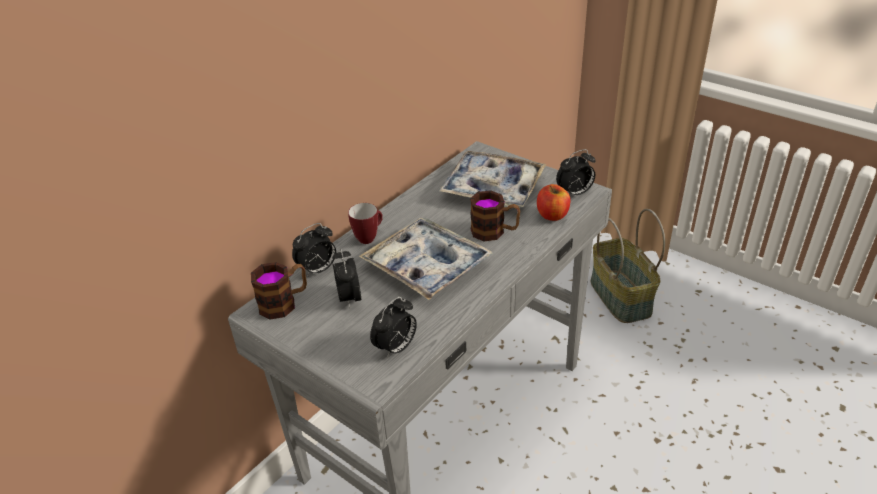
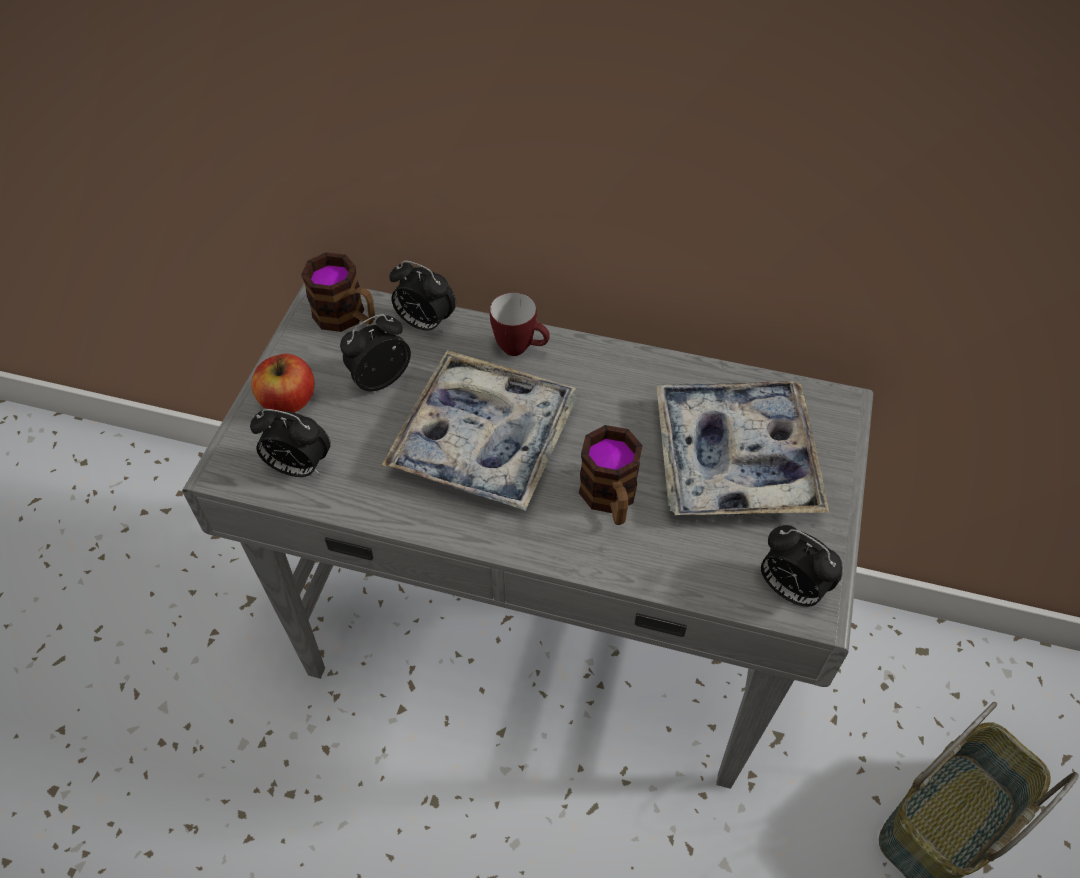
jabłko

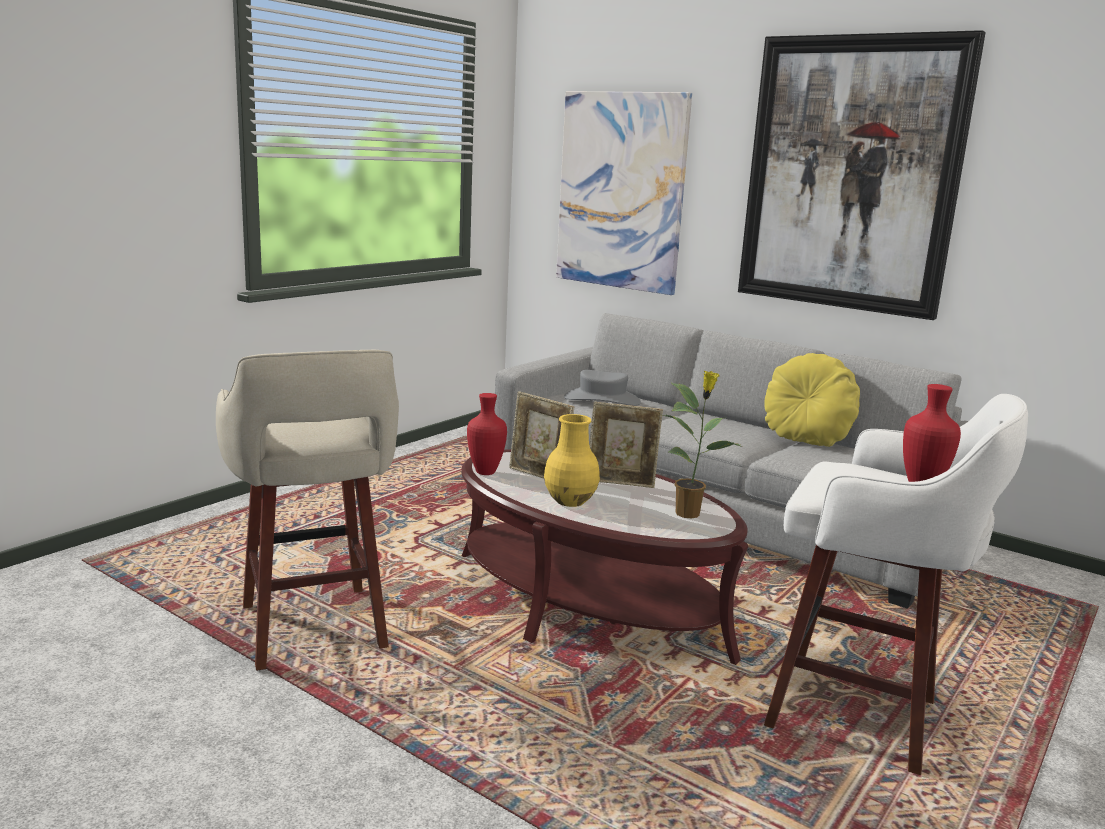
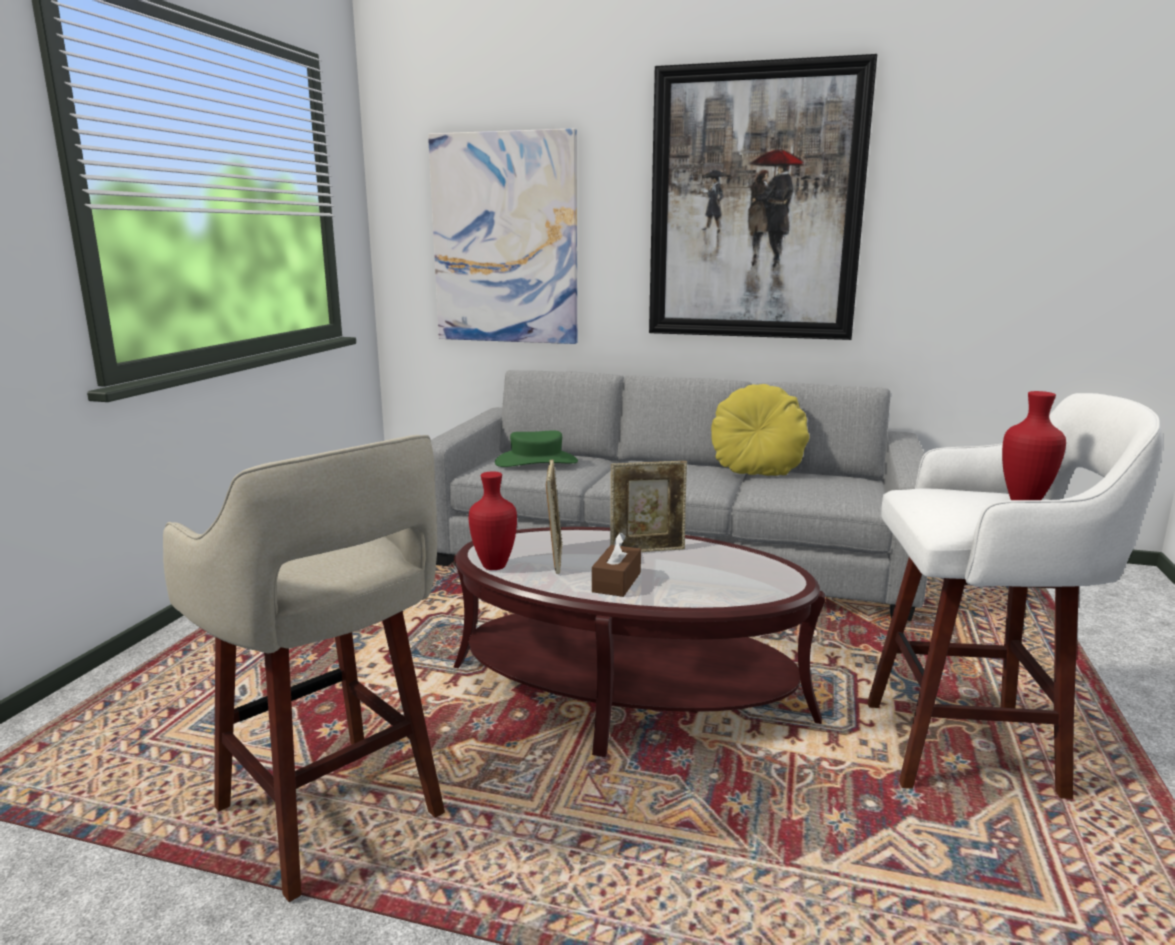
kapelusz (zielony); roślina doniczkowa; ramka na zdjęcie (no. 1 from left); pudełko chusteczek (brązowy)

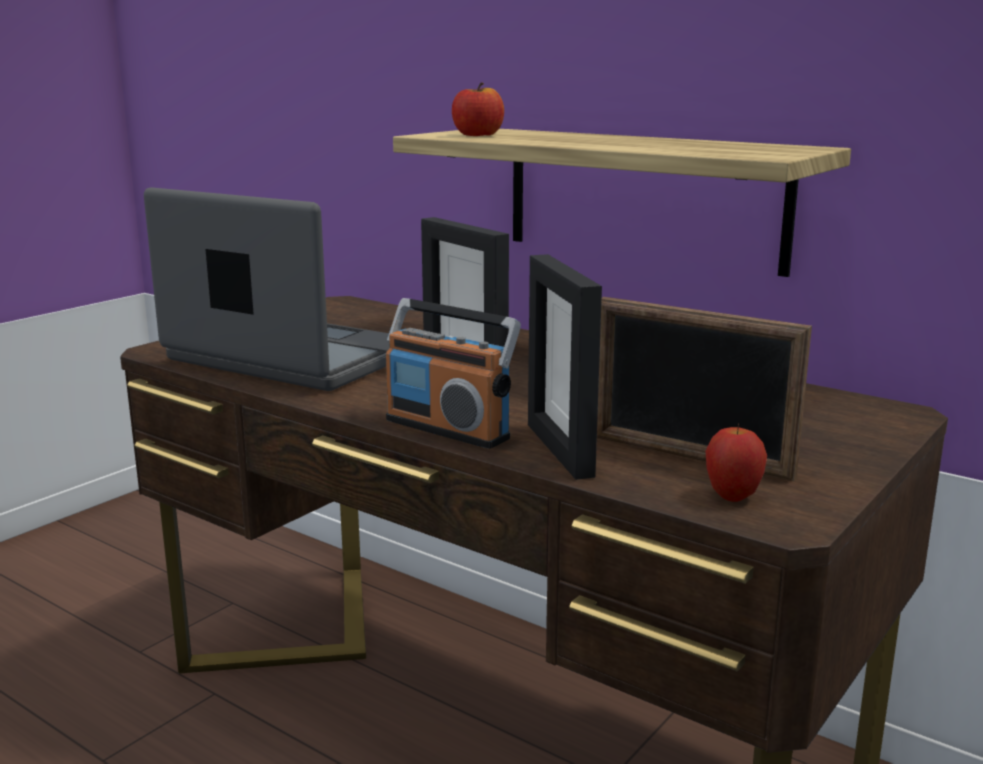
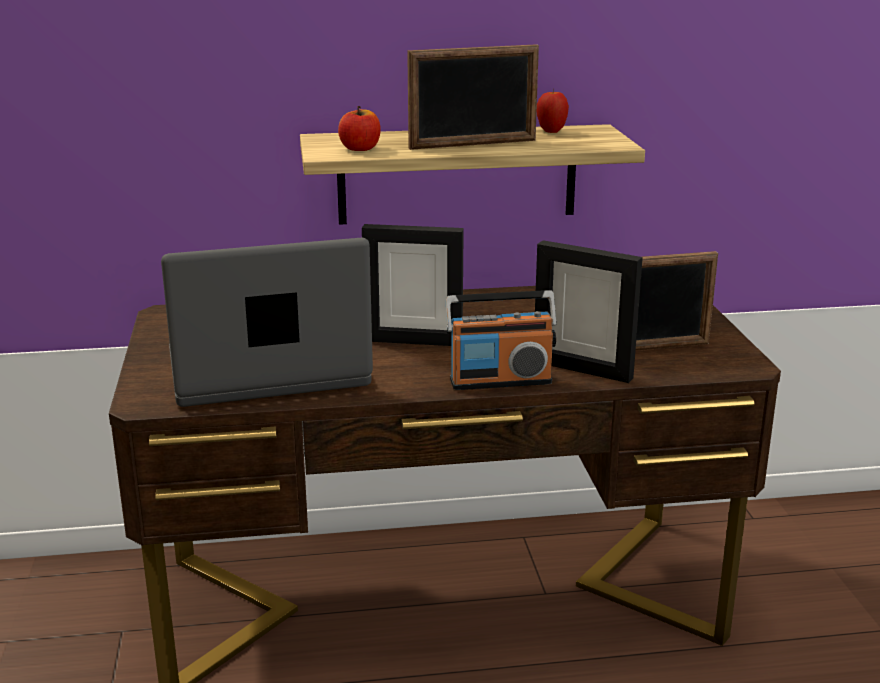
jabłko (no. 2 from left); ramka na zdjęcie (no. 2 from left)

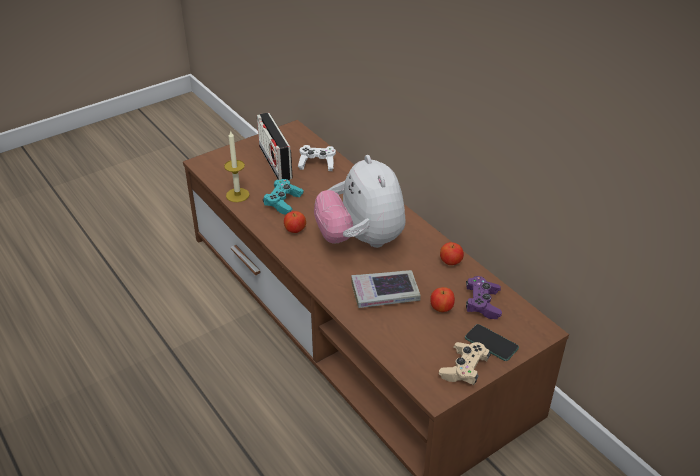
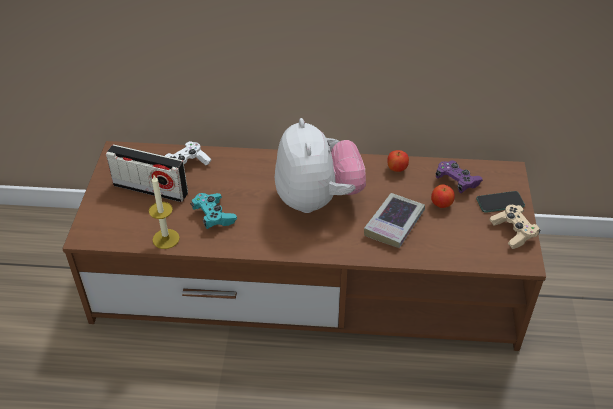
pluszak; jabłko (no. 1 from left in the first image)

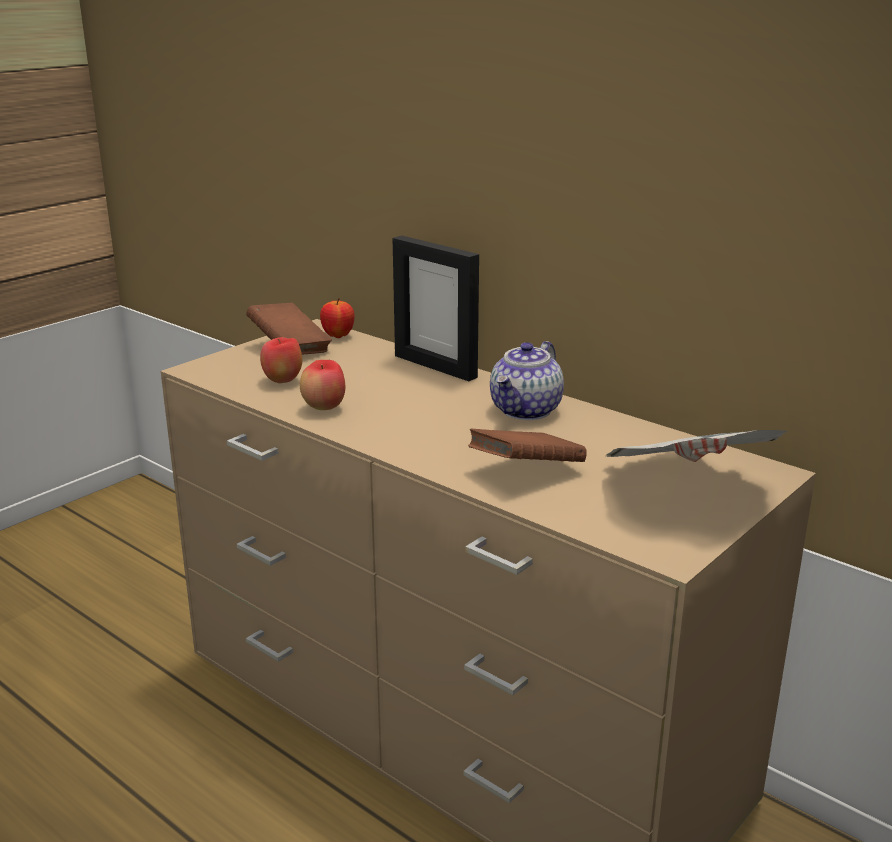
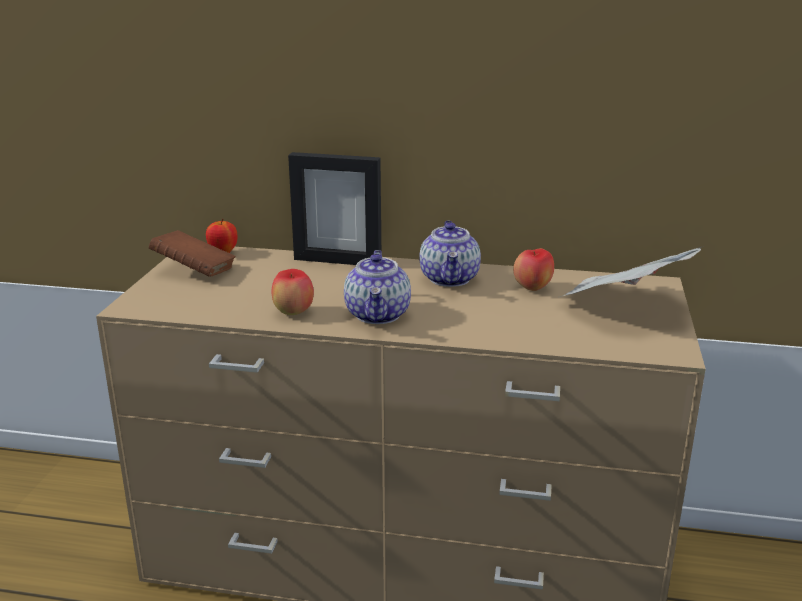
jabłko (no. 3 from left); książka (brązowy) (no. 2 from left in the first image); imbryk (no. 1 from left)

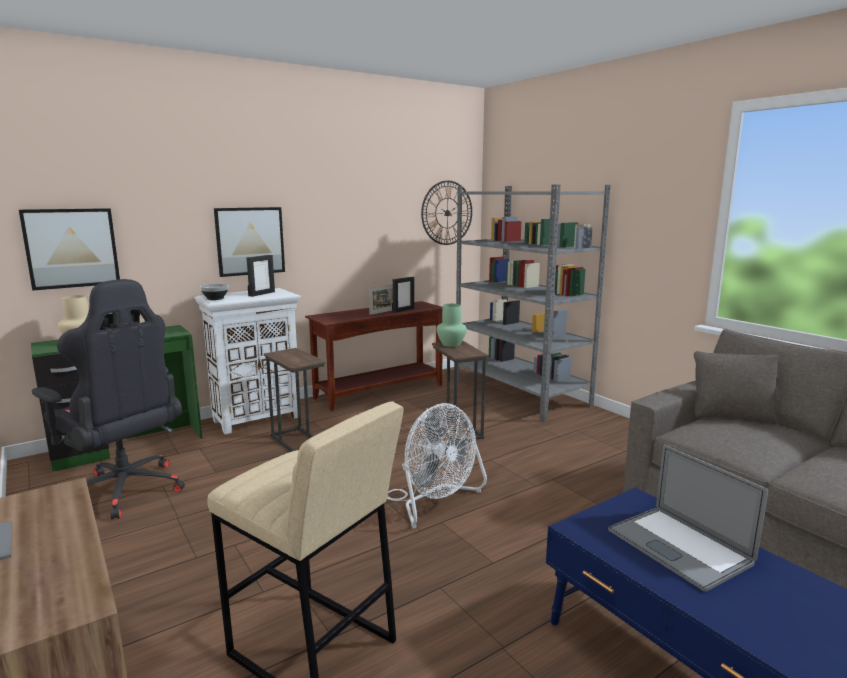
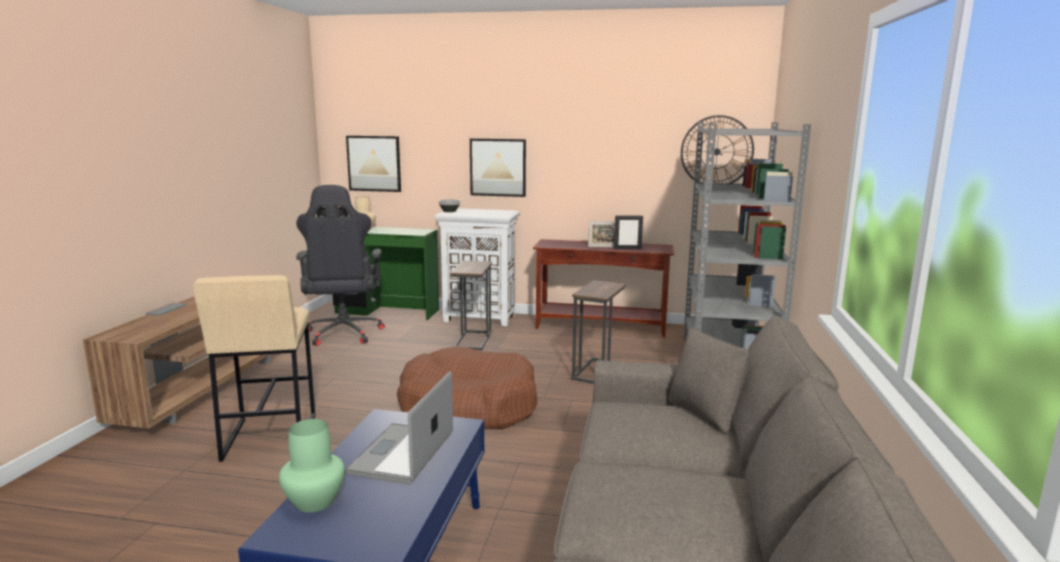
ramka na zdjęcie (no. 1 from left in the first image); wazon (zielony); legowisko (brązowy)

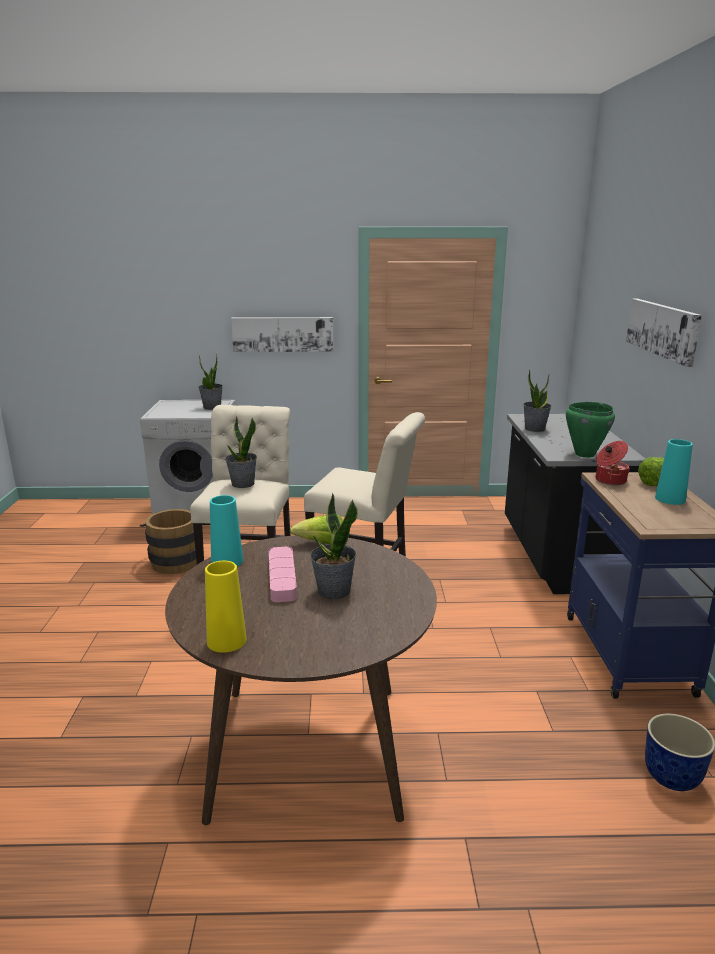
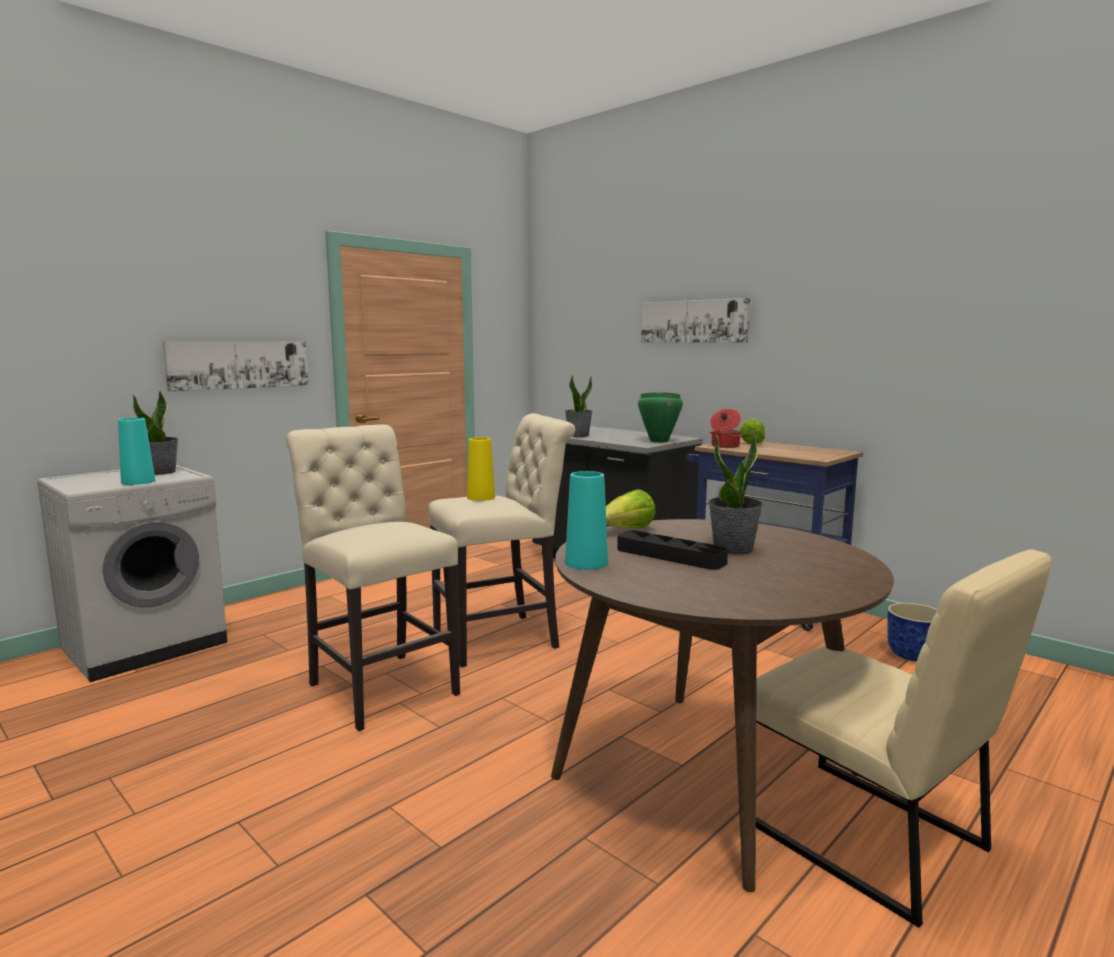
roślina doniczkowa (no. 2 from left in the first image); wazon (turkusowy) (no. 1 from left); wiadro (brązowy); taca (czarny); wazon (żółty); krzesło (beżowy)

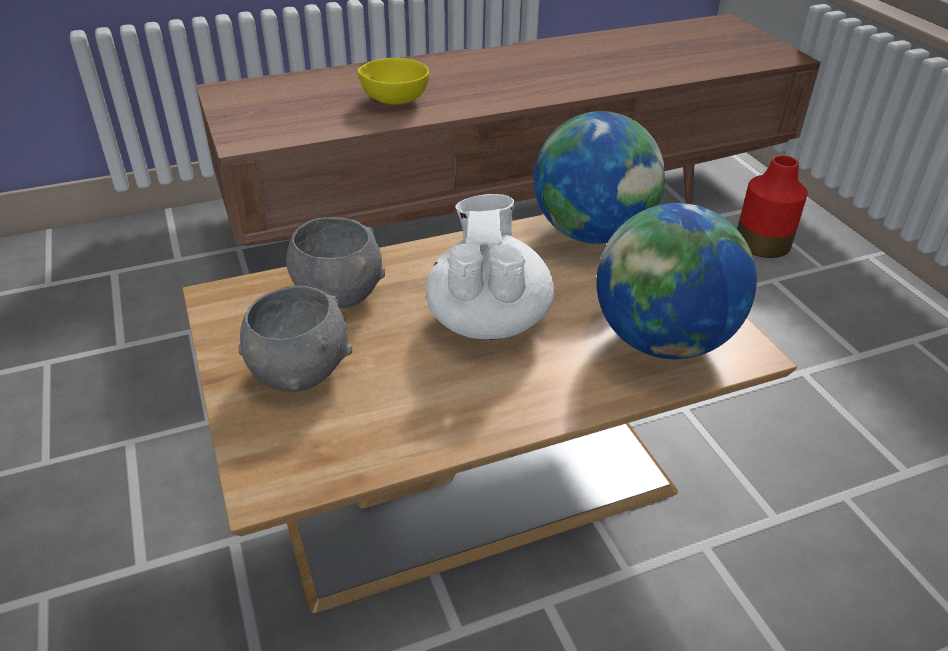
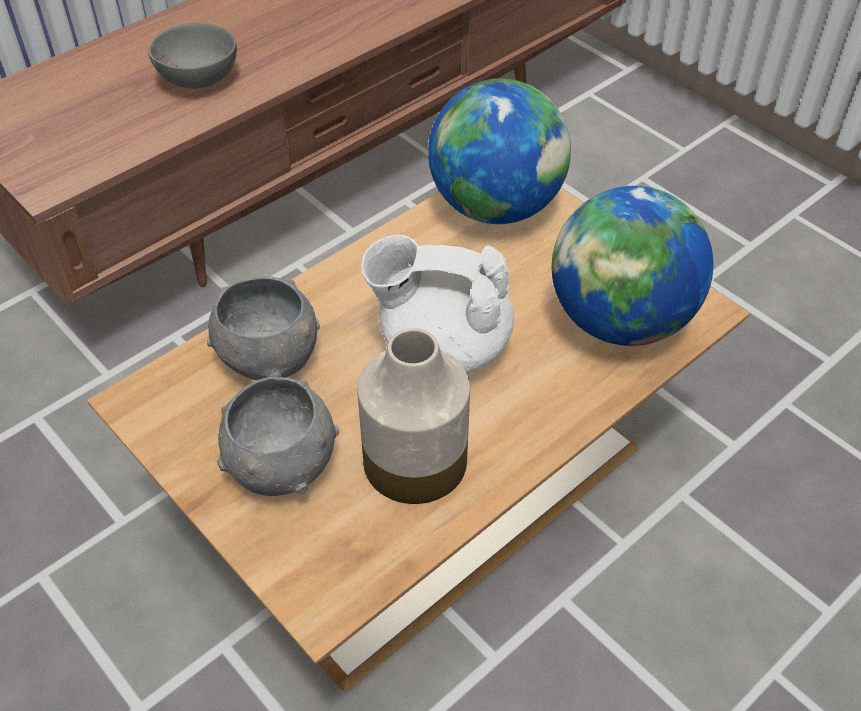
miska (szary) (no. 1 from left); wazon (czerwony); imbryk (biały); wazon (beżowy)

